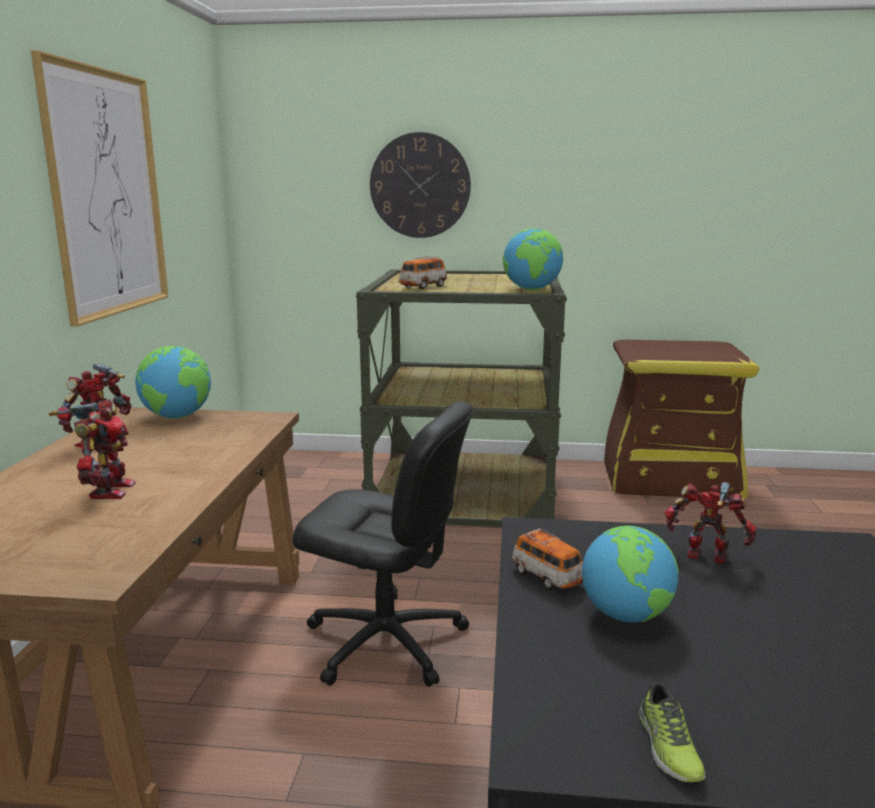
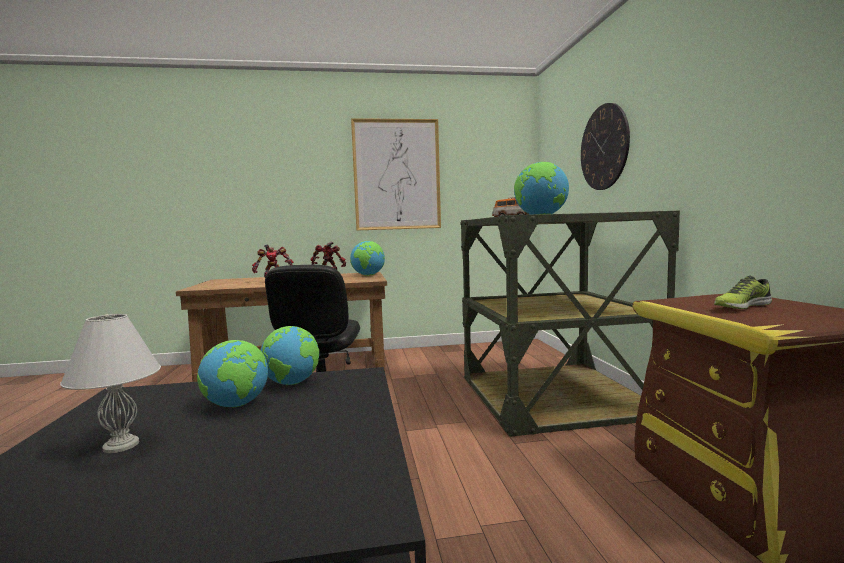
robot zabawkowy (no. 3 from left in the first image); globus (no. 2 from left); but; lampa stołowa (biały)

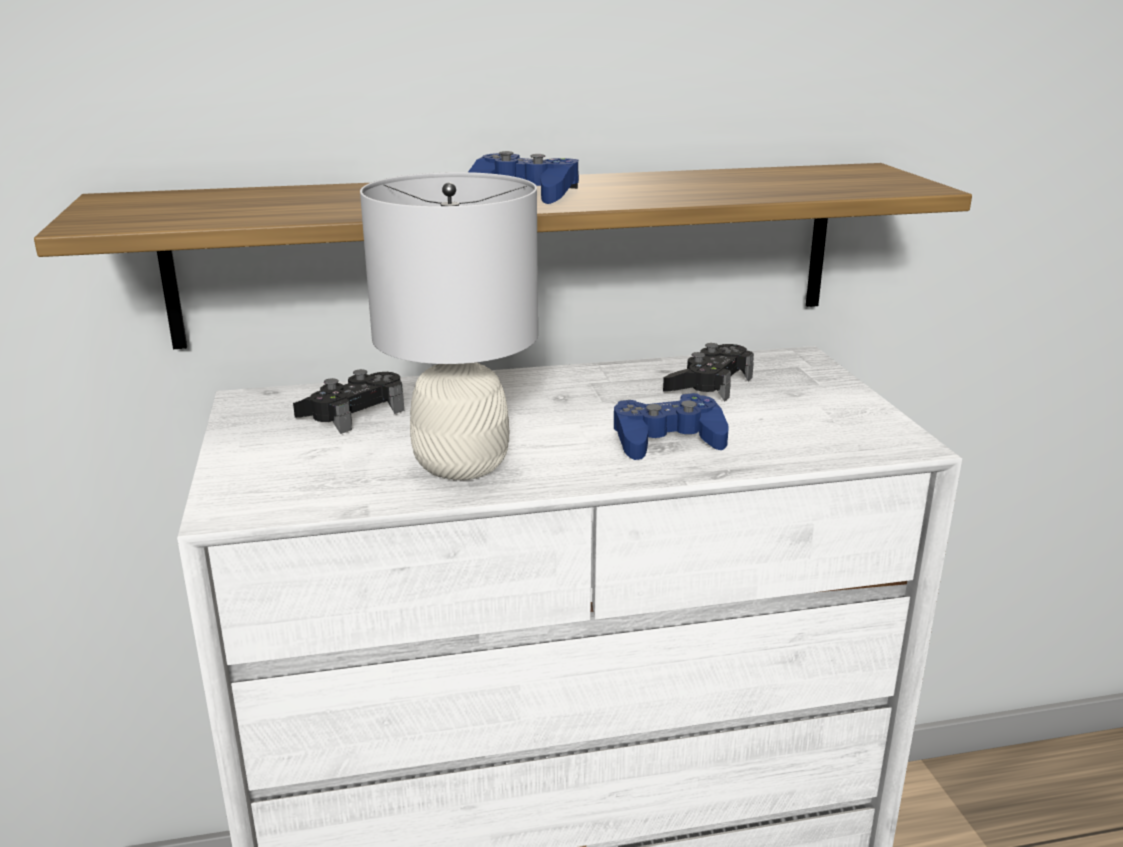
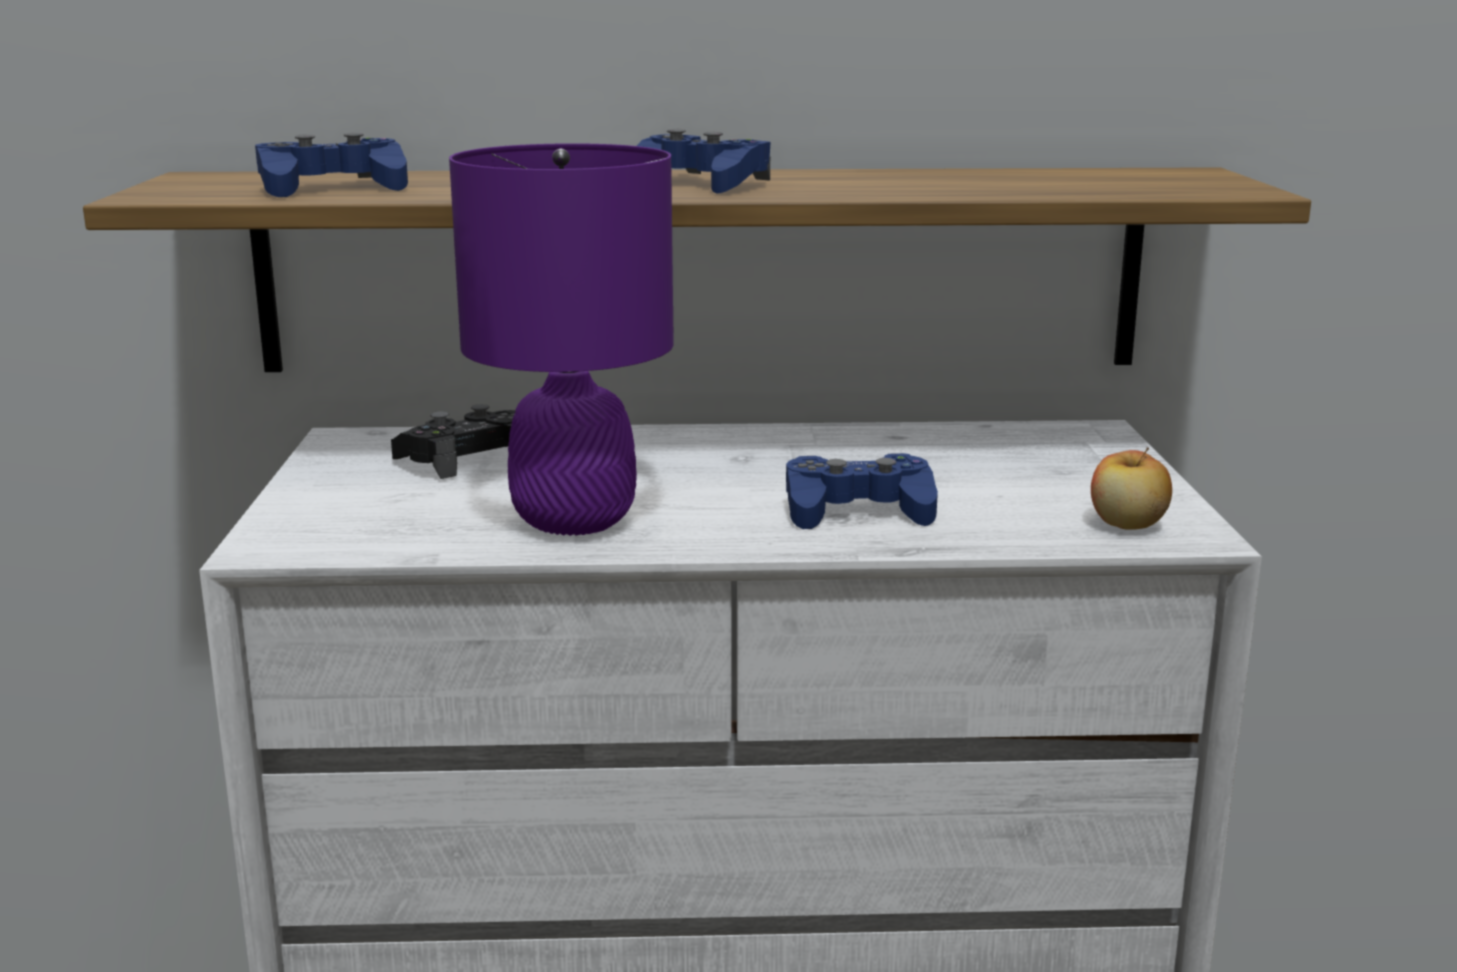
lampa stołowa (fioletowy); pad do gier (czarny) (no. 2 from left in the first image); pad do gier (niebieski) (no. 1 from left); jabłko

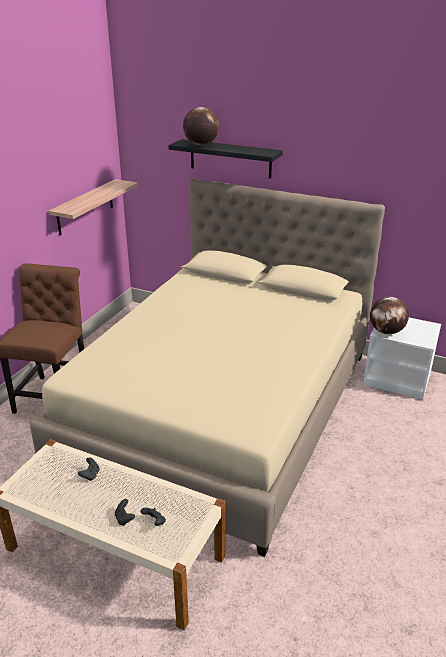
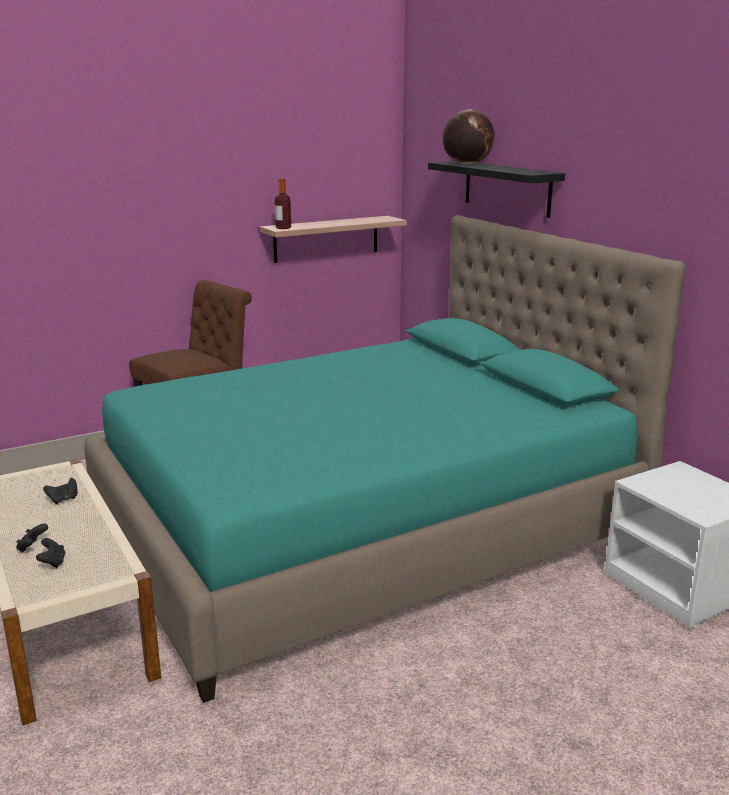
łóżko (turkusowy); globus (no. 2 from left in the first image); butelka

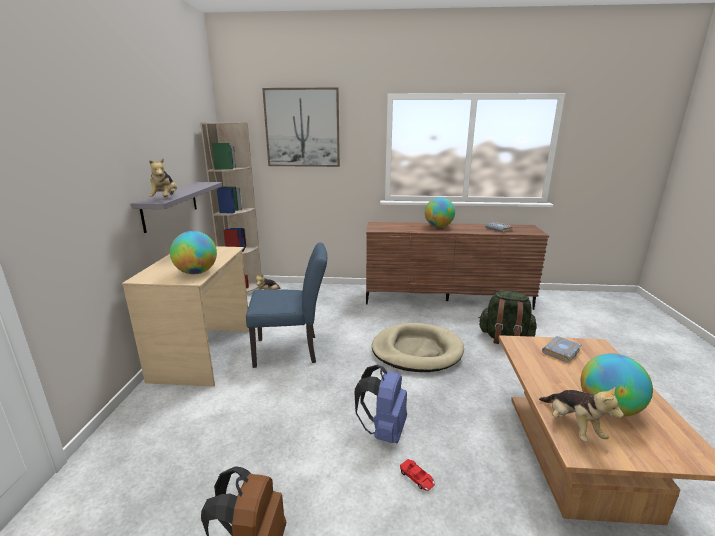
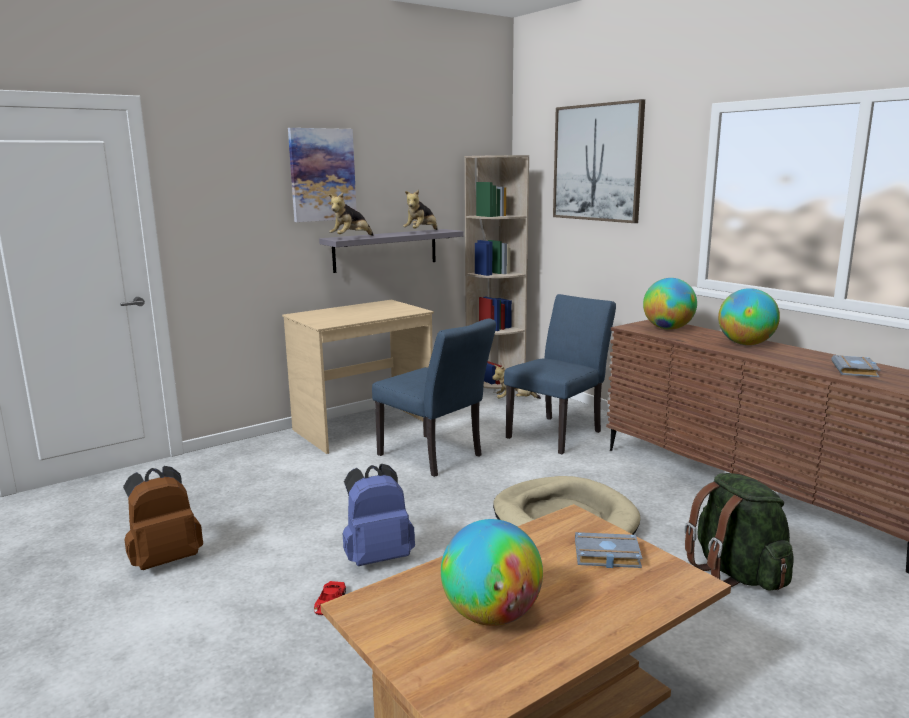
globus (no. 2 from left); pluszak (no. 2 from left); obraz (no. 1 from left); krzesło (niebieski) (no. 2 from left)

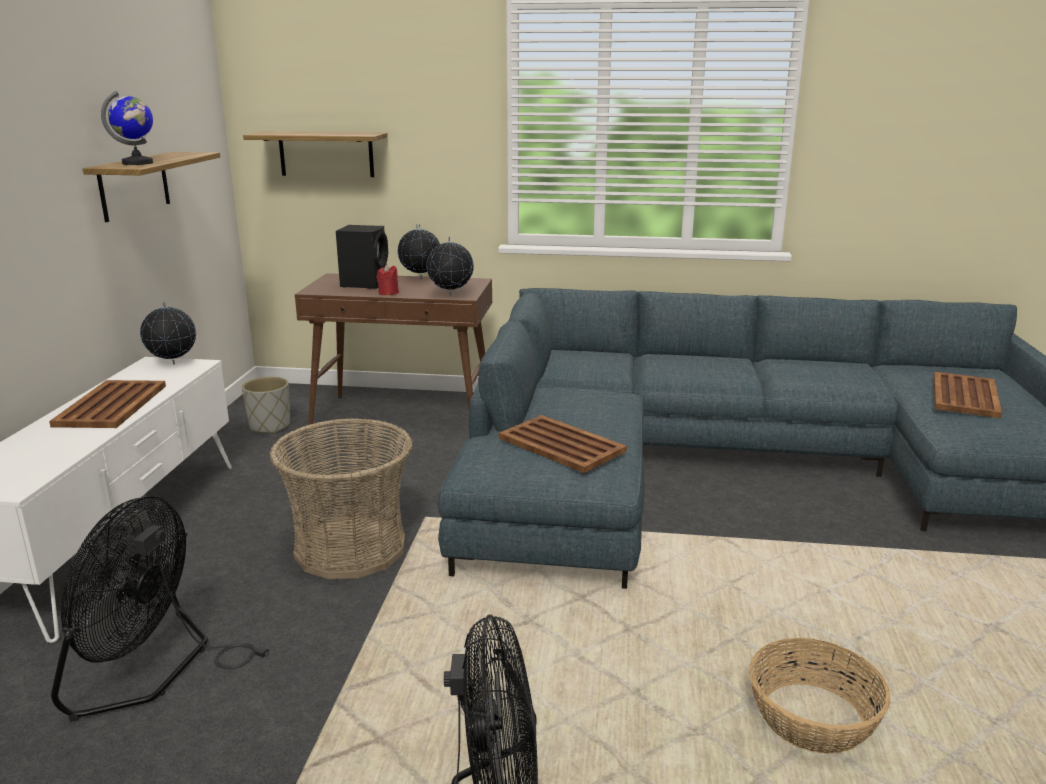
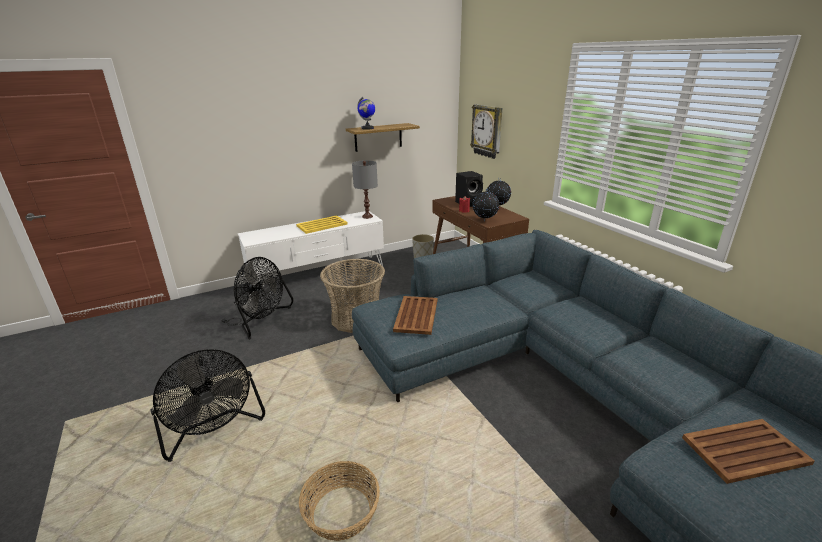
zegar ścienny; lampa stołowa (szary); taca (żółty); wentylator (czarny) (no. 2 from left)

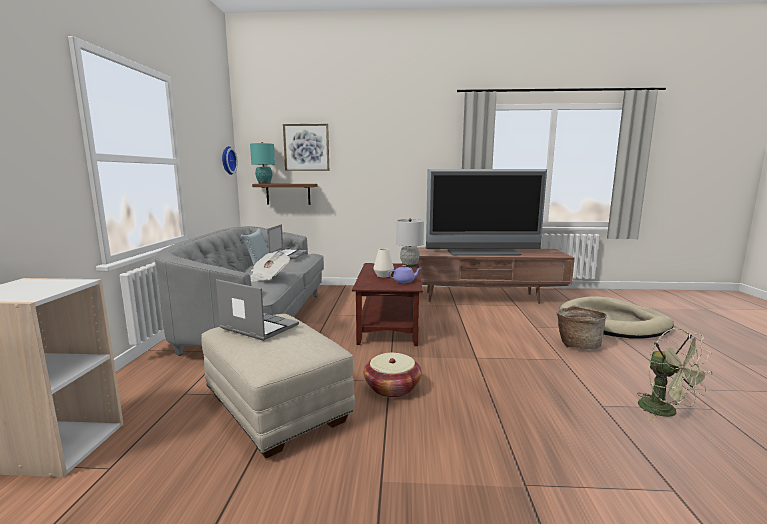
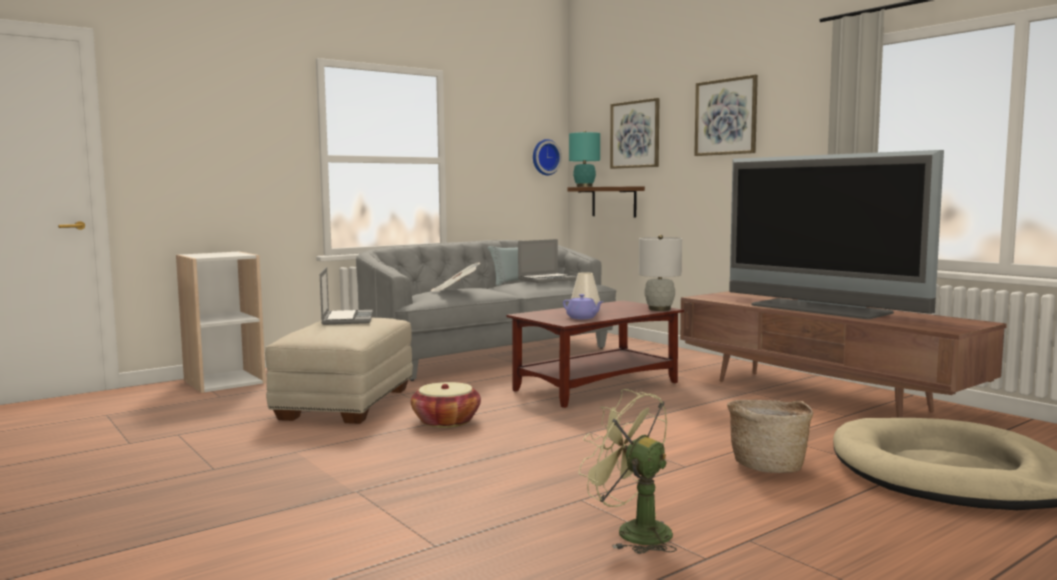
wentylator (zielony); obraz (no. 2 from left)

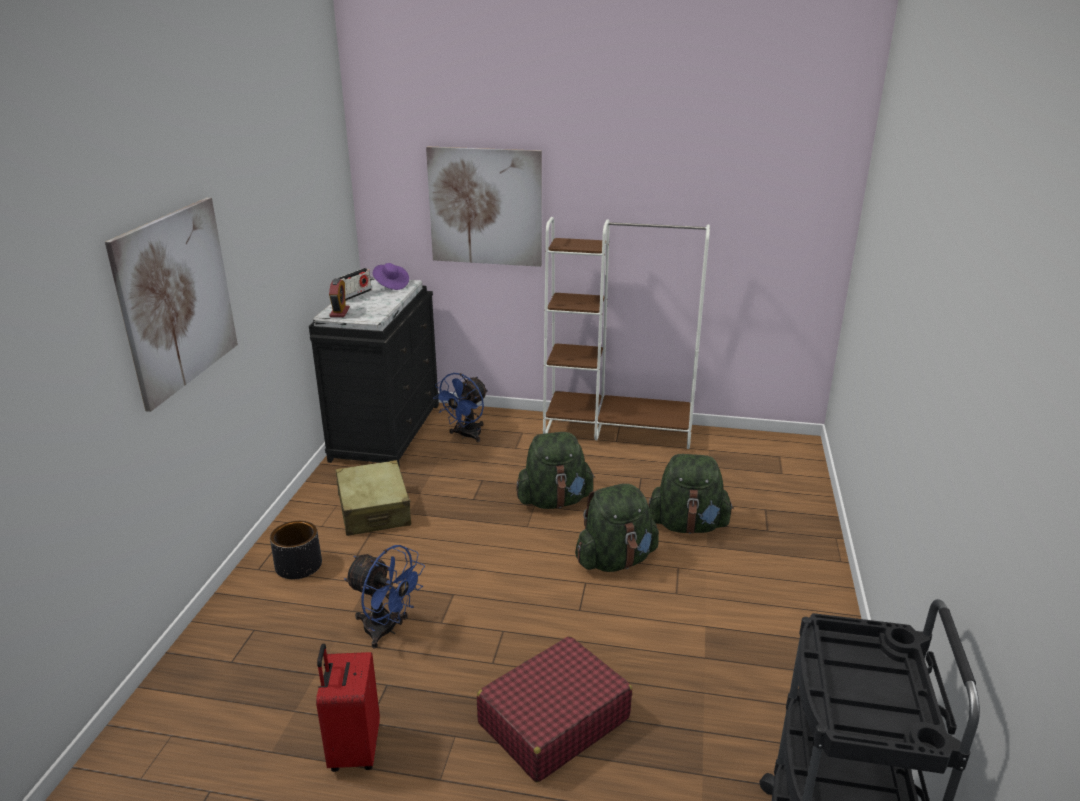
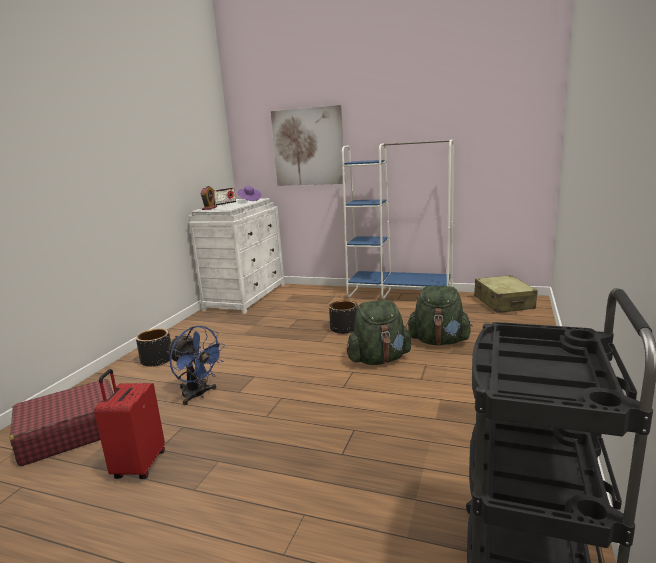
obraz (no. 1 from left in the first image); wieszak (niebieski); komoda (biały); wentylator (niebieski) (no. 2 from left in the first image); donica (czarny) (no. 2 from left); walizka (beżowy); walizka (czerwony) (no. 1 from left)

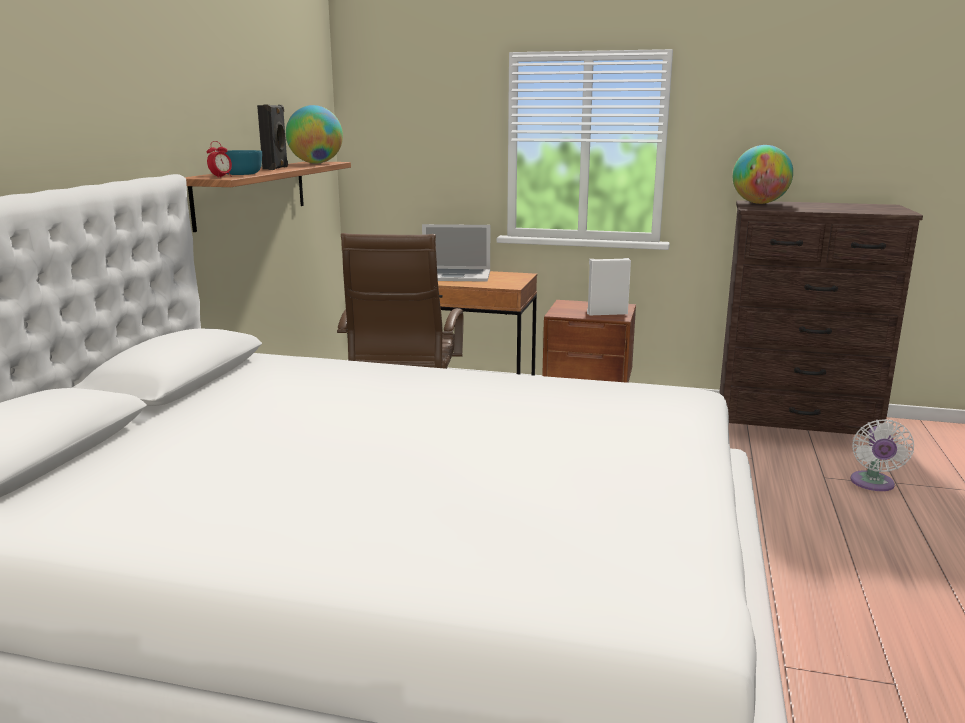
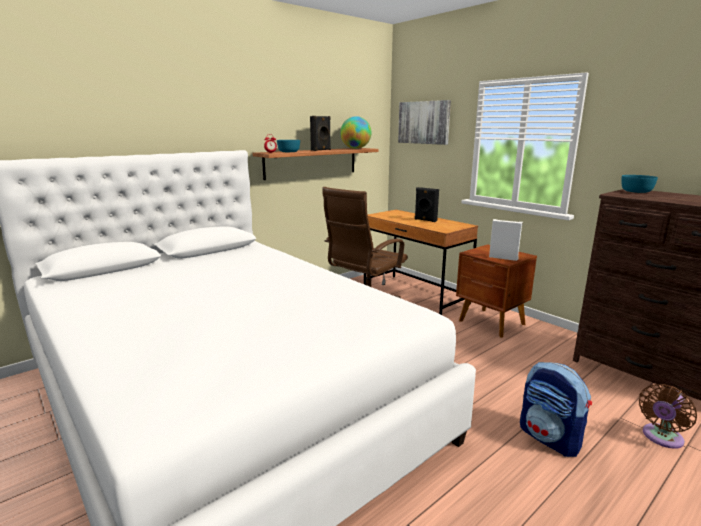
miska (turkusowy) (no. 2 from left); głośnik (czarny) (no. 2 from left); wentylator (brązowy); obraz; plecak

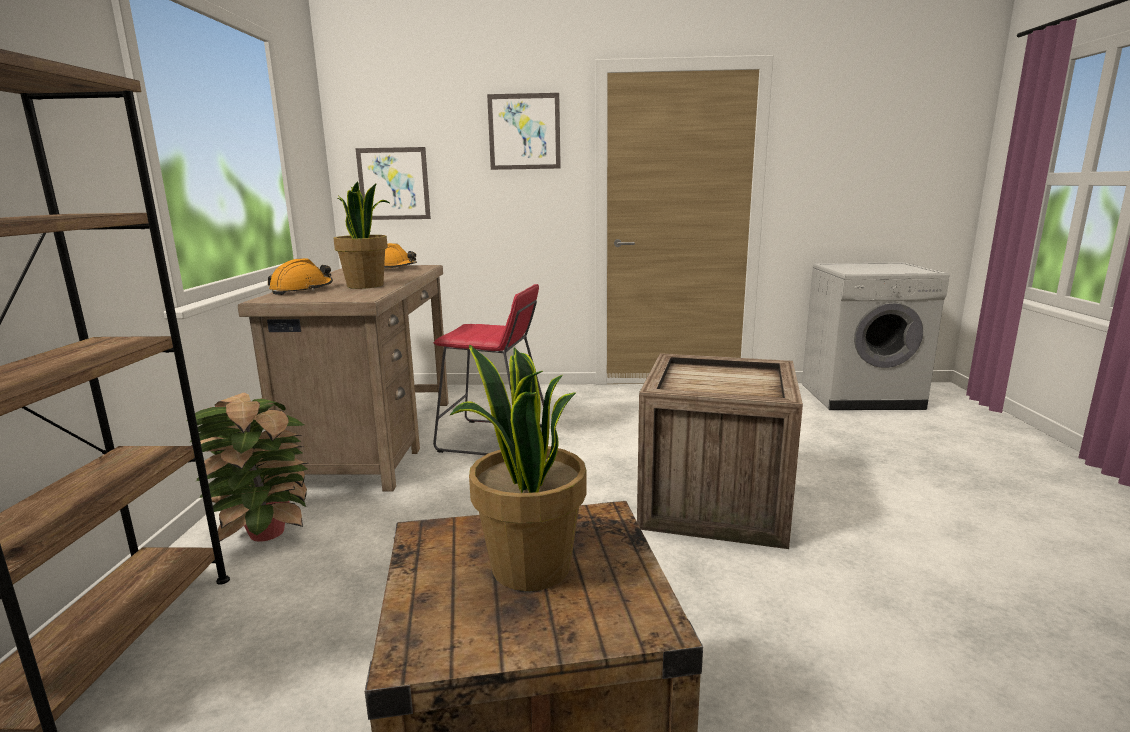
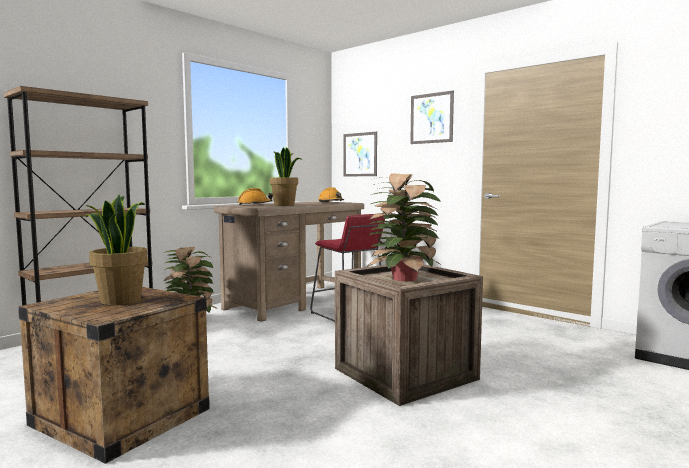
roślina doniczkowa (no. 4 from left)

